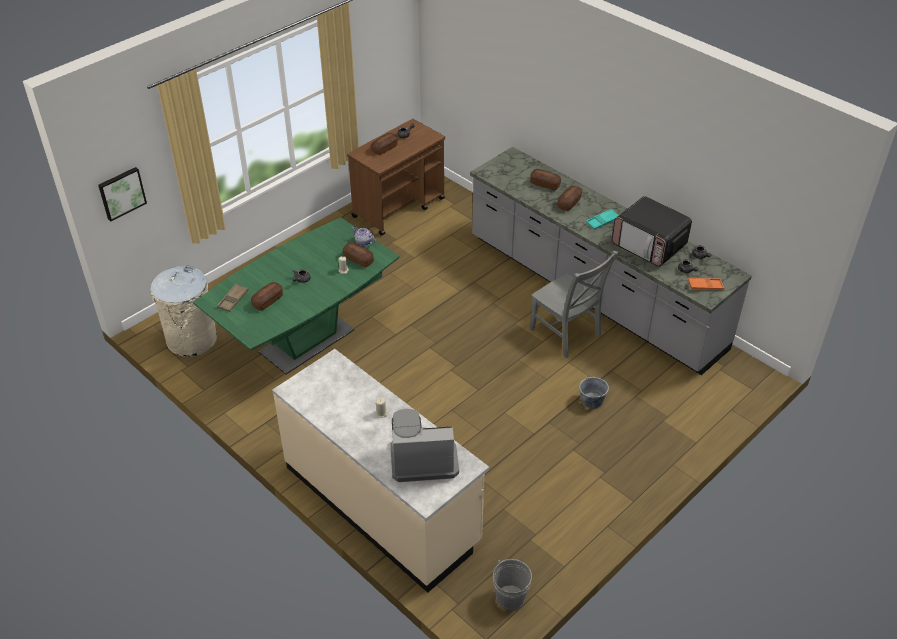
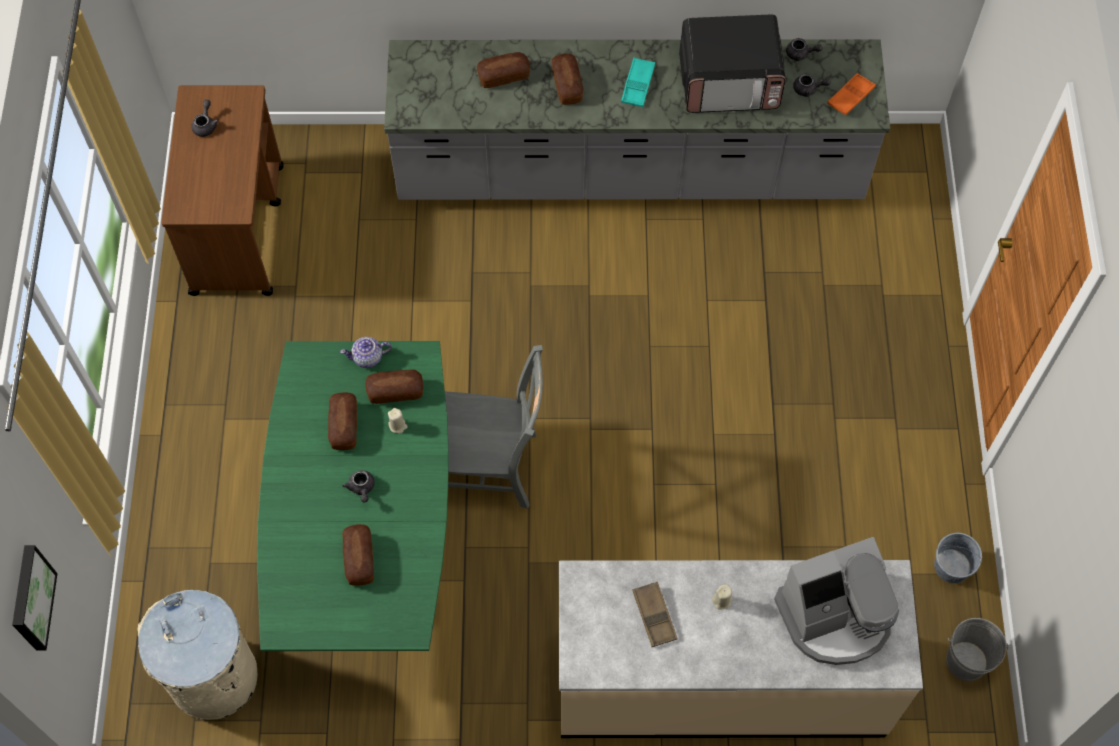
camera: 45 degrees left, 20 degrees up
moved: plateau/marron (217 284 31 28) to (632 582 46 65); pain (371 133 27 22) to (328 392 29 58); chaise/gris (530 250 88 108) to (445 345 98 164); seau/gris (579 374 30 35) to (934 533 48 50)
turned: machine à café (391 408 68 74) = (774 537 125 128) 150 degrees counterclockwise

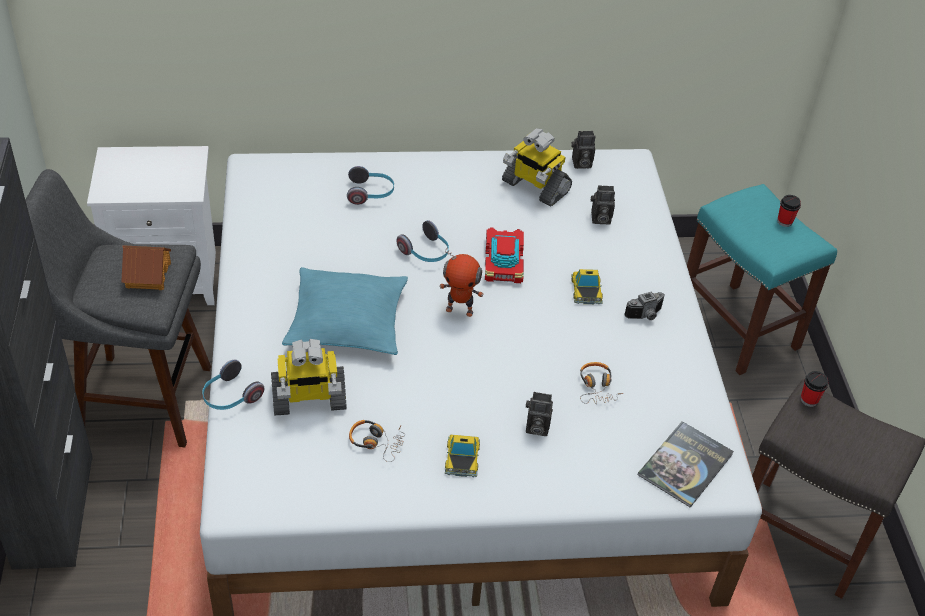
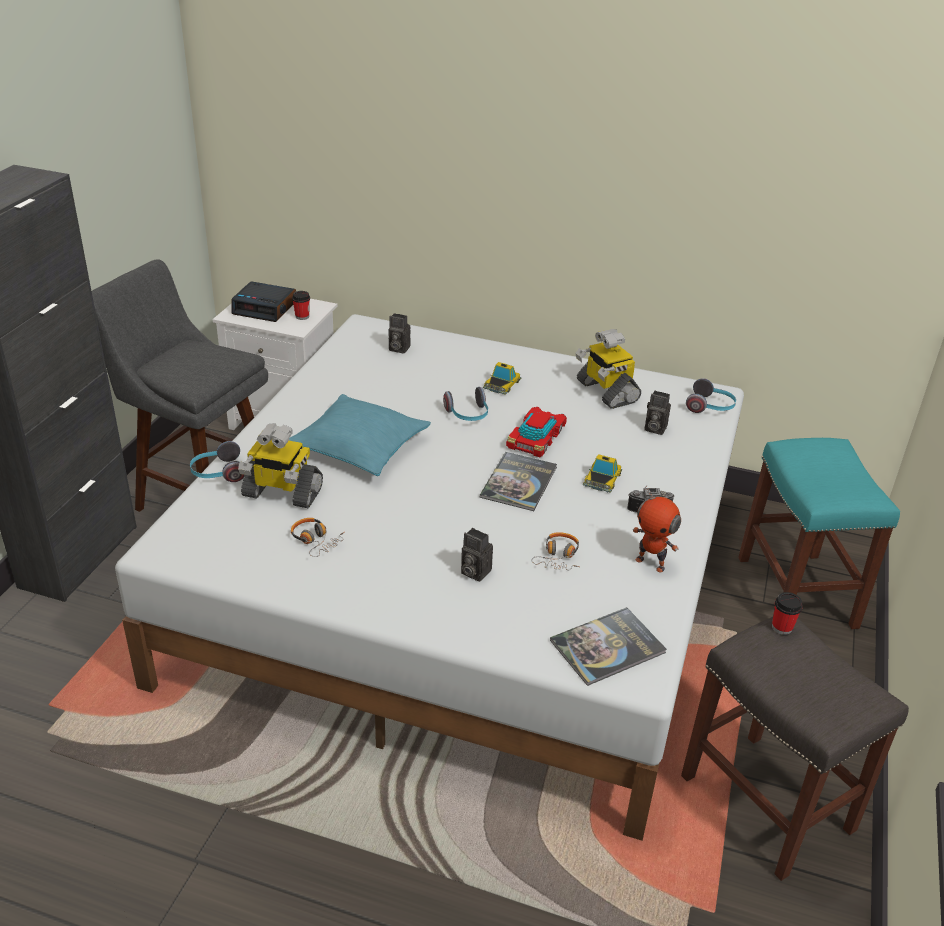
camera: 25 degrees right, 10 degrees down
removed: maison miniature (121 245 50 45)
added: réveil (232 281 64 41); livre (480 452 77 59)
moved: casque audio (347 166 47 39) to (686 378 50 35); robot jouet (439 249 45 68) to (633 485 48 88); petite voiture (445 435 35 42) to (483 362 38 33); appareil photo (571 131 24 38) to (388 313 23 41); tasse (777 195 24 32) to (292 291 18 29)

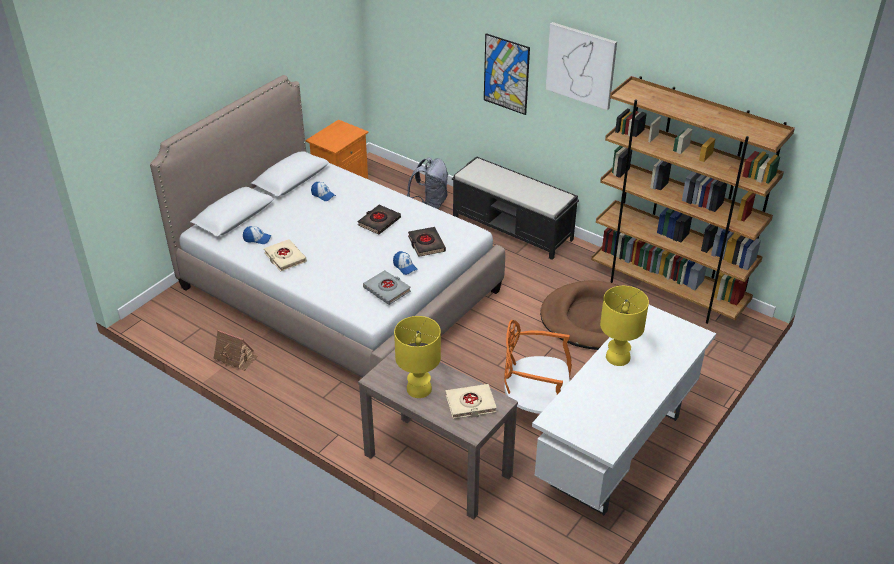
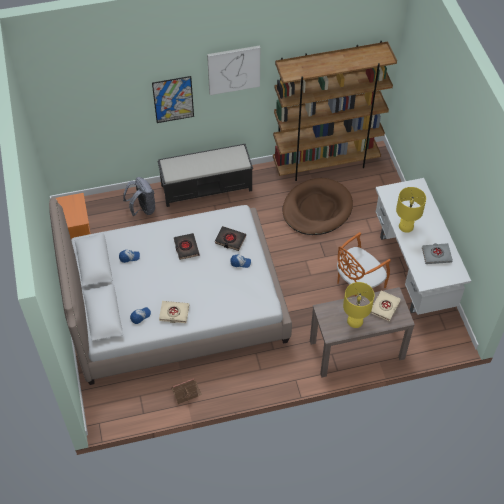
camera: 50 degrees left, 15 degrees up
moved: livre/gris (363 270 48 35) to (422 243 31 21)

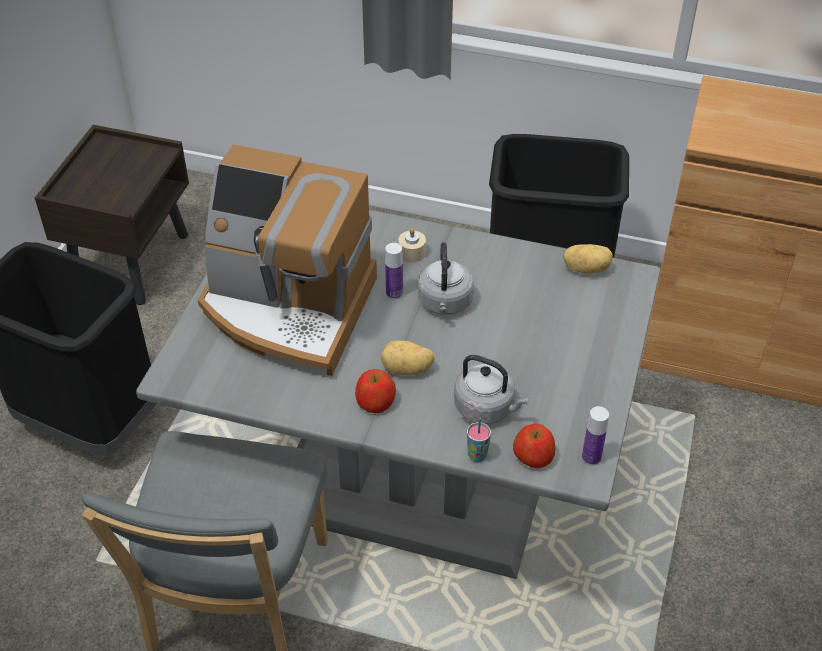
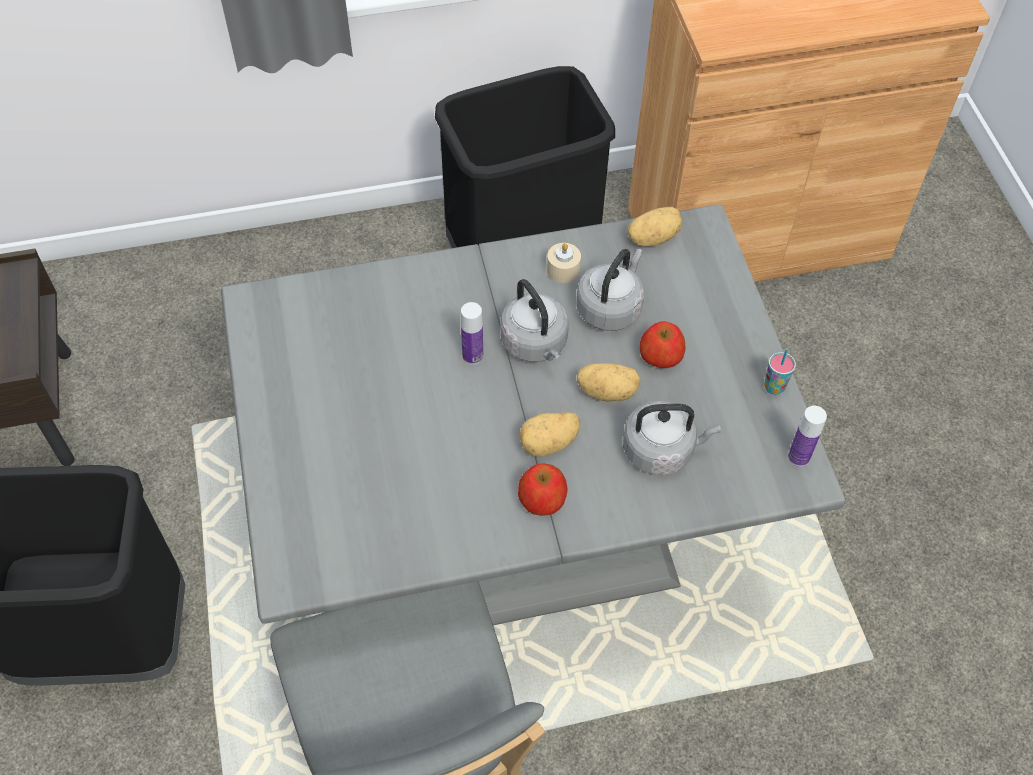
camera: 30 degrees left, 10 degrees up
removed: machine à café (198 144 179 232)
added: bouilloire/gris (577 249 67 82); pomme de terre (577 363 64 38)
moved: bougie/beige (398 228 28 34) to (547 243 34 40); tasse (467 419 24 43) to (764 350 32 45); pomme (513 424 42 44) to (640 321 45 47)

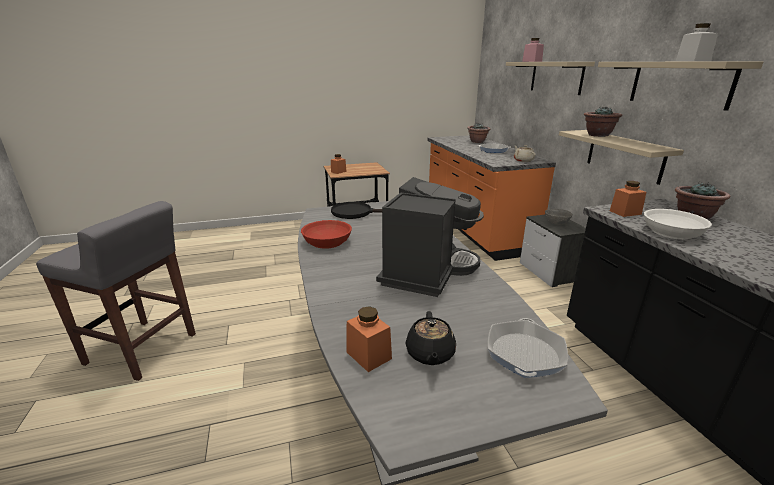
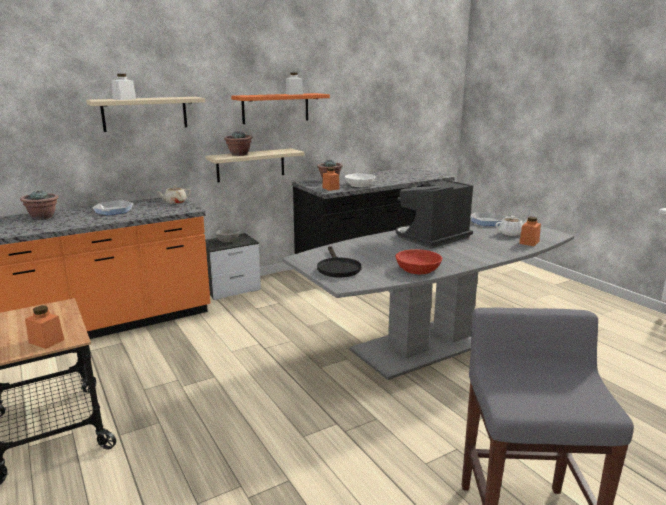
camera: 105 degrees left, 5 degrees down
recoloured: théière/noir (405 311 51 54) to théière/blanc (495 216 33 20); bocal/rose (522 38 22 24) to bocal/blanc (112 74 24 26); étagère/beige (598 61 165 50) to étagère/orange (231 93 99 31)
turned: machine à café (376 177 108 120) = (396 180 77 69) 45 degrees counterclockwise

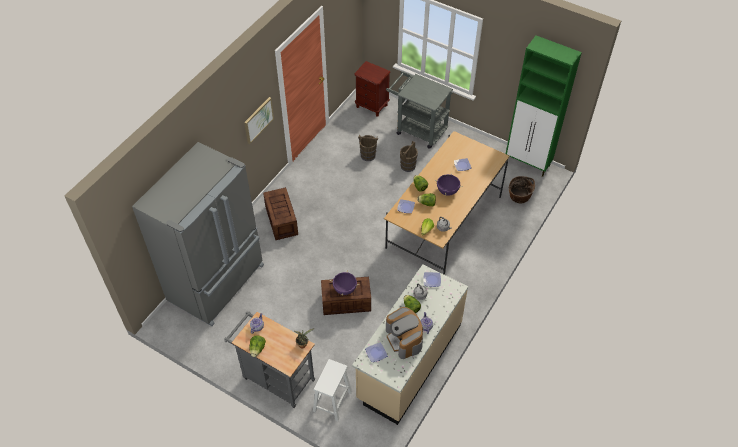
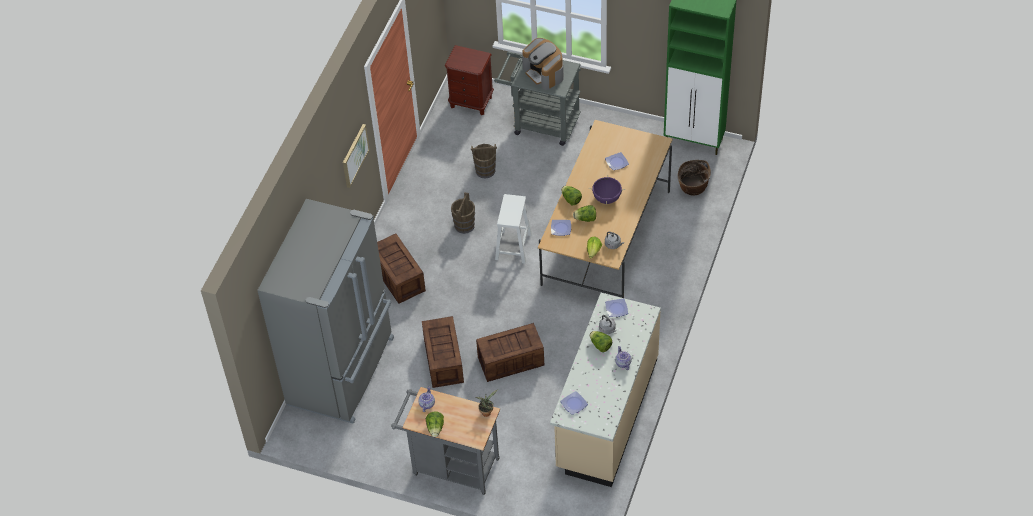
camera: 10 degrees left, 0 degrees up
removed: marmite/violet (330 270 30 26)
added: caisse (422 316 42 72)
moved: tabouret/blanc (313 359 39 62) to (495 194 37 70); machine à café (386 307 37 52) to (522 38 42 52); seau/marron (400 141 18 31) to (451 192 24 42)

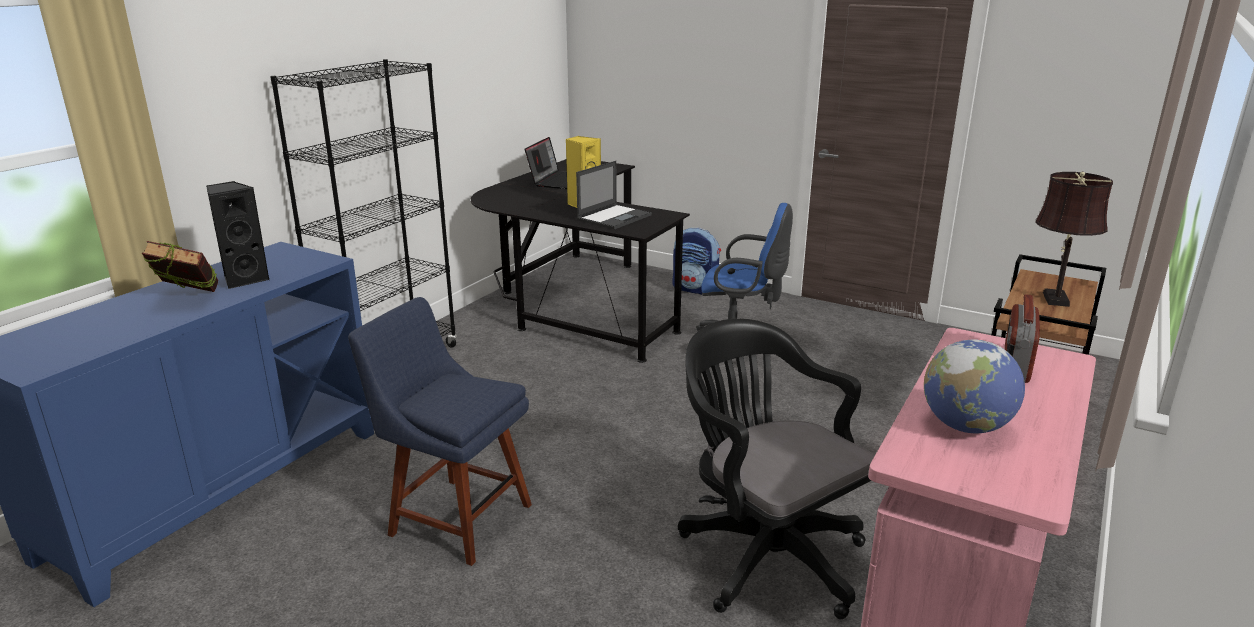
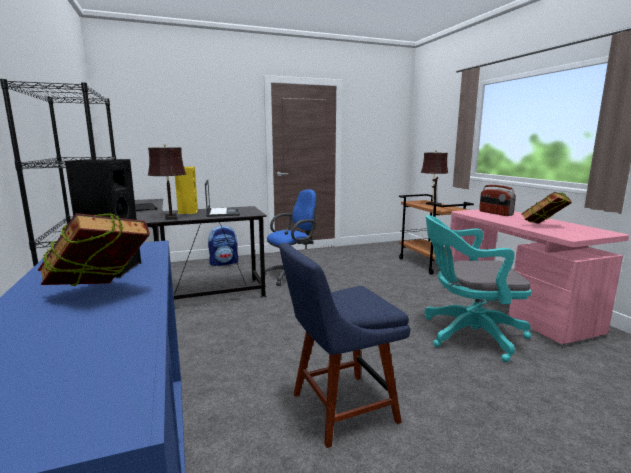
camera: 50 degrees left, 10 degrees down
added: lampe de table/marron (148 144 38 76)
replaced: globe (924 339 101 94) to livre (522 192 50 32)
recoloured: chaise de bureau/noir (678 319 197 300) to chaise de bureau/turquoise (424 215 107 147)

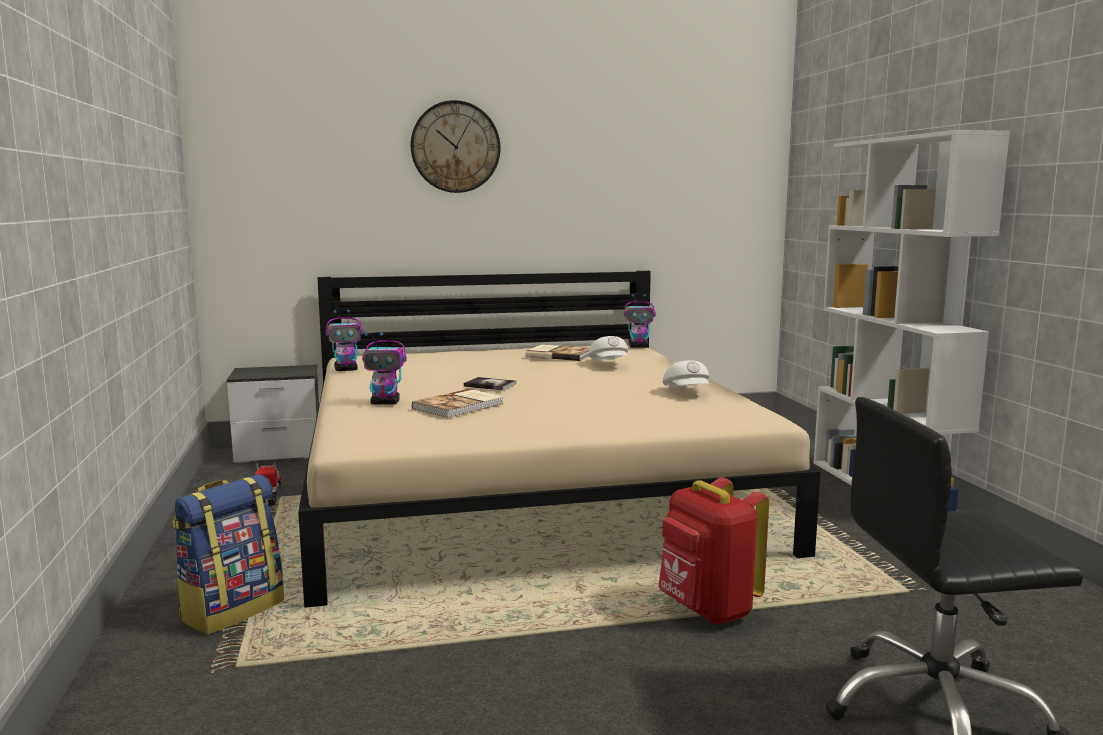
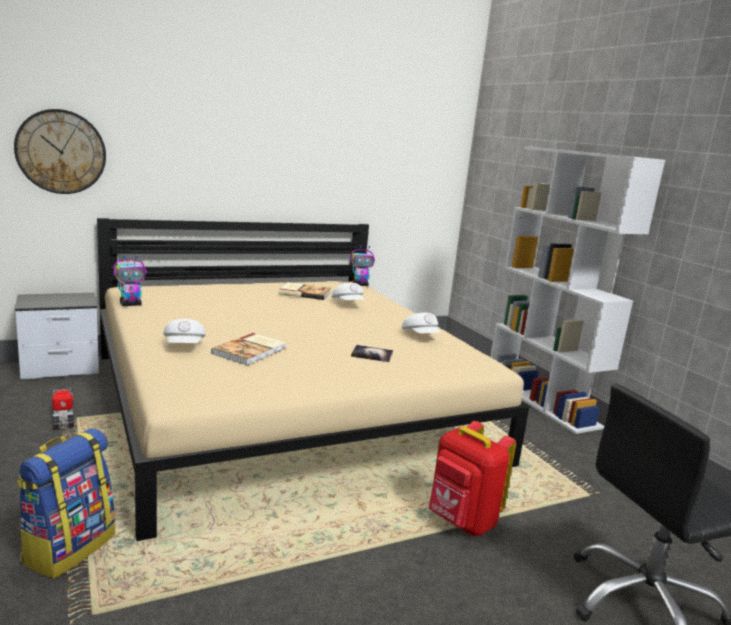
camera: 15 degrees left, 5 degrees up
moved: horloge murale (411 100 89 93) to (14 109 92 85); livre (464 377 52 14) to (351 345 42 17)
replaced: robot jouet (362 332 45 73) to casquette/blanc (163 319 43 24)

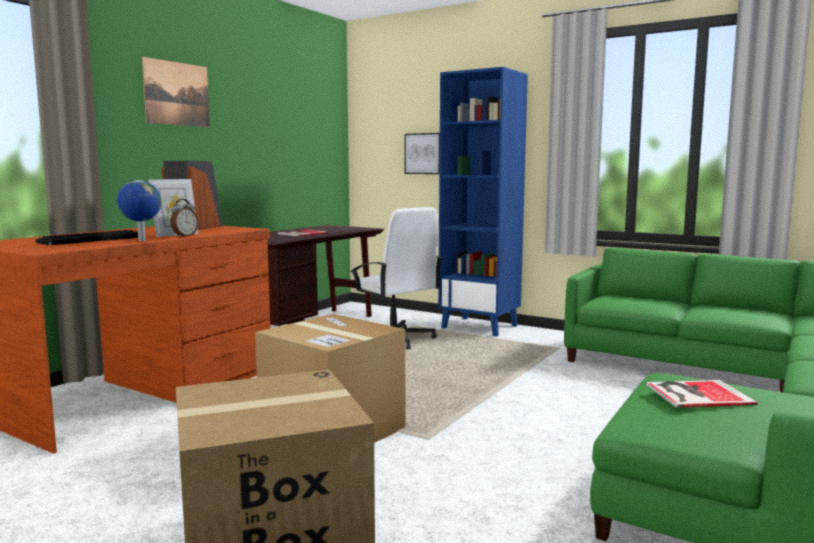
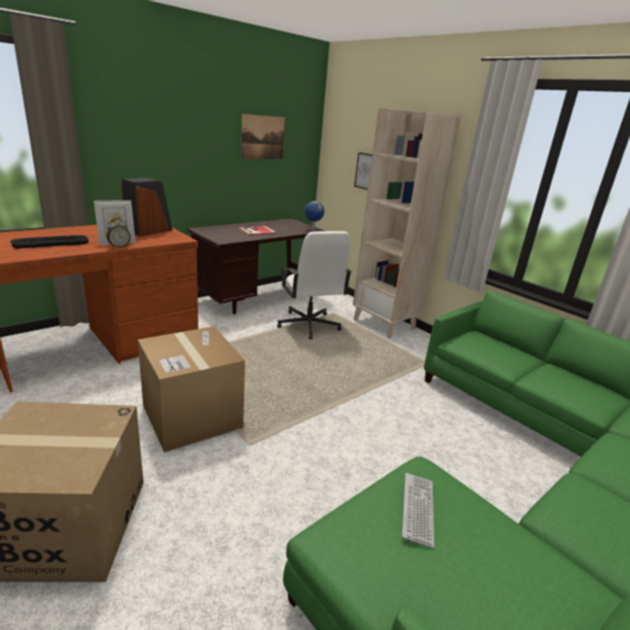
camera: 15 degrees right, 15 degrees up
moved: globe (117 180 44 61) to (305 201 20 30); tableau (142 57 68 70) to (241 114 44 45)
replaced: livre (646 380 111 28) to clavier (402 473 32 75)
recoloured: bibliothèque/bleu (438 67 90 270) to bibliothèque/beige (353 108 108 231)

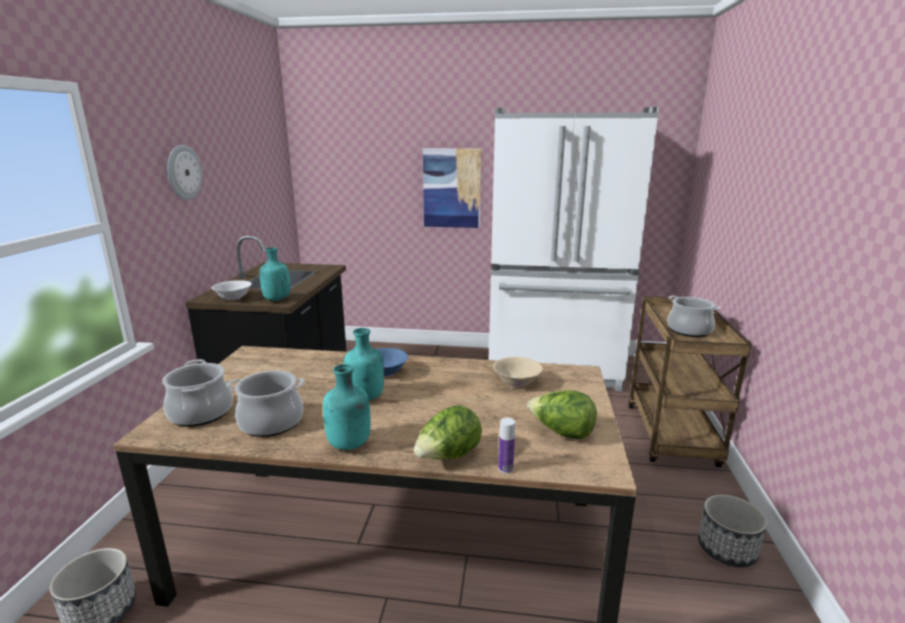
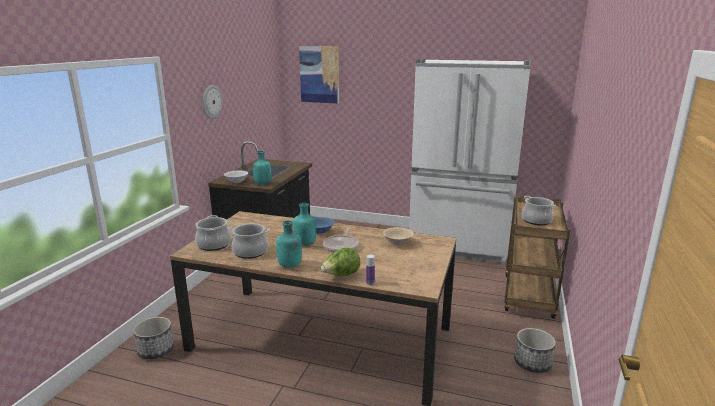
camera: 10 degrees right, 0 degrees up
removed: laitue (527 390 70 49)
added: poêle (323 227 36 25)
moved: tableau (423 148 58 80) to (299 46 40 57)

